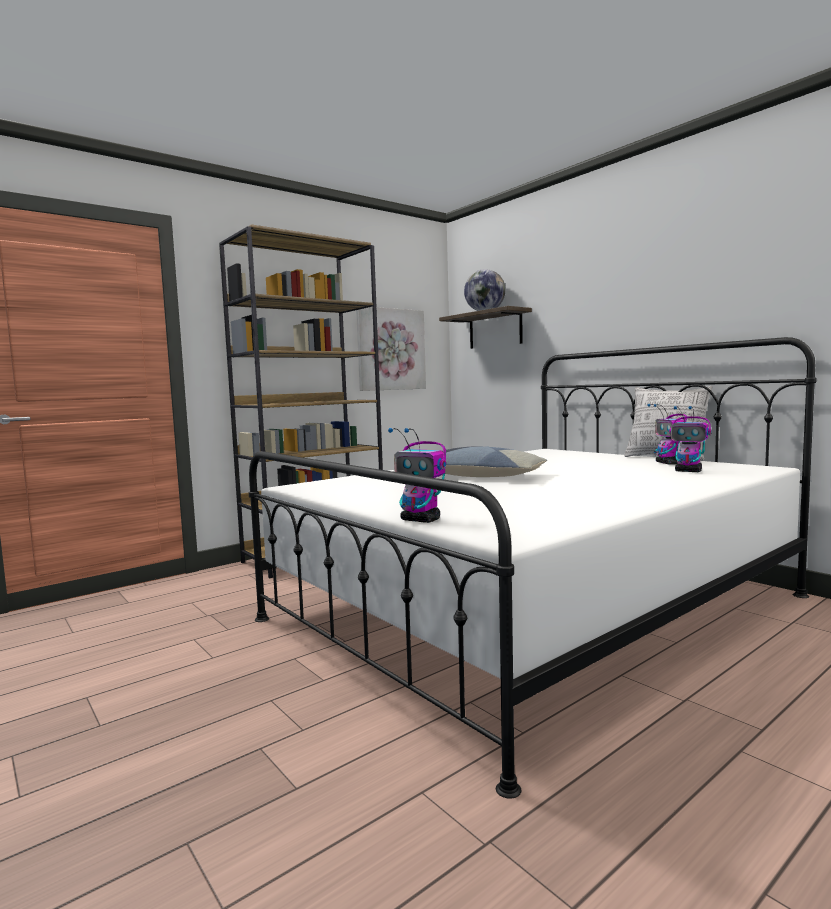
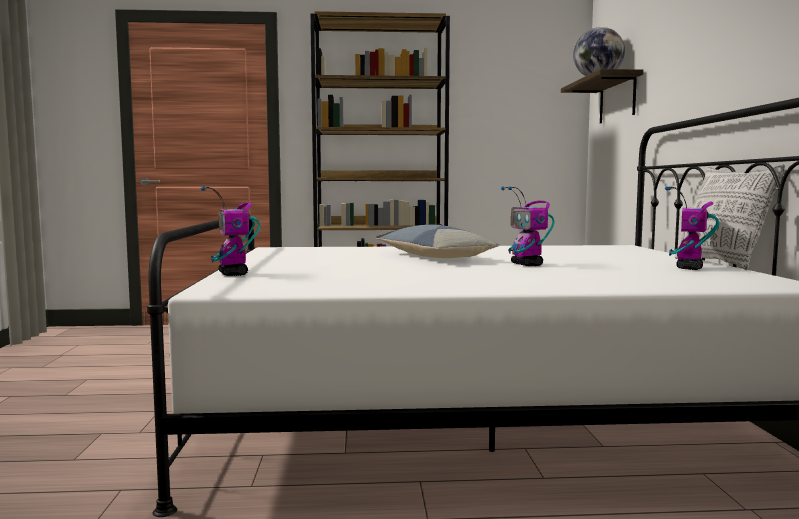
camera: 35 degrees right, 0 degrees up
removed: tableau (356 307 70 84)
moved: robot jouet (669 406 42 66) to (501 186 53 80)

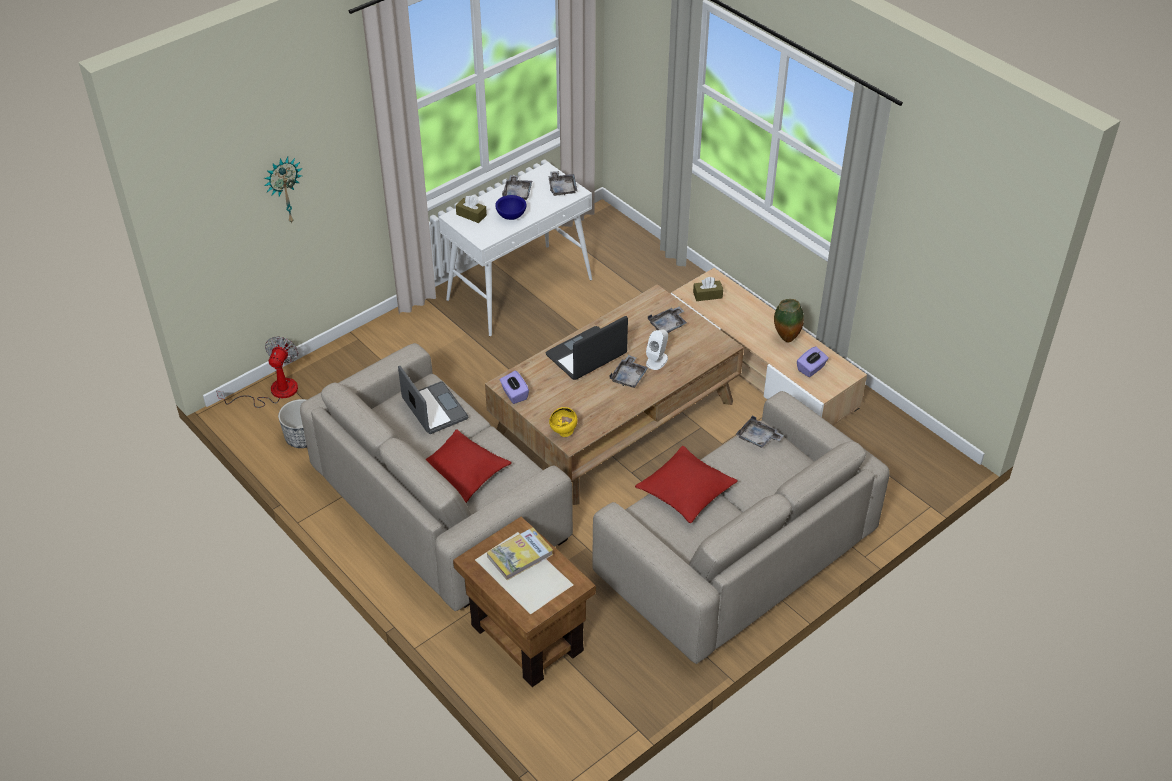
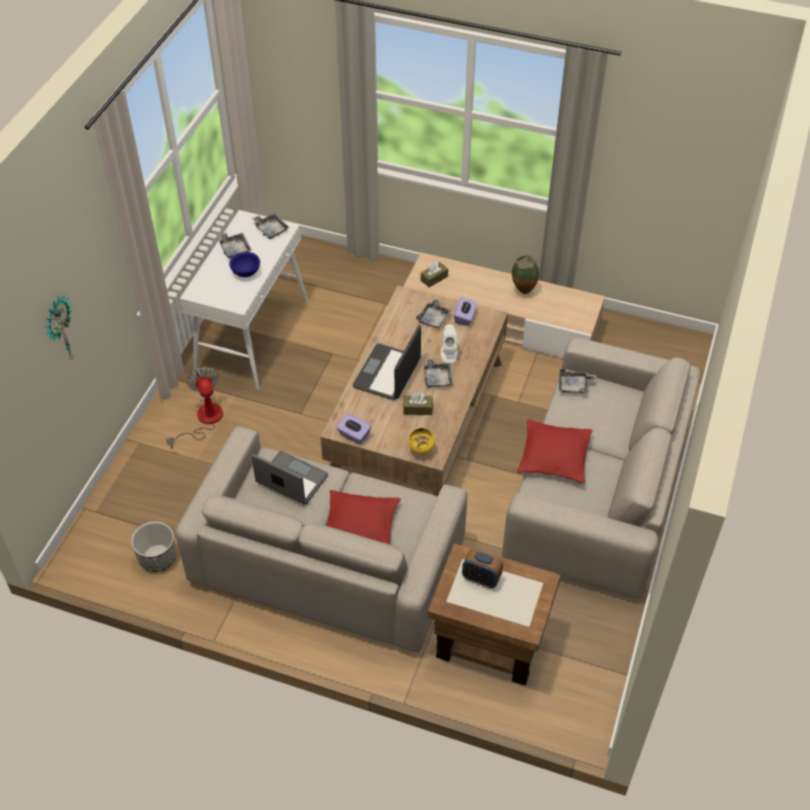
camera: 30 degrees left, 5 degrees up
moved: ventilateur (216 336 82 72) to (166 367 57 81); boîte à mouchoirs/marron (456 196 31 27) to (403 392 30 23); boîte à mouchoirs/violet (797 346 32 31) to (454 296 23 30)
replaced: livre (487 527 66 53) to réveil (462 549 41 39)

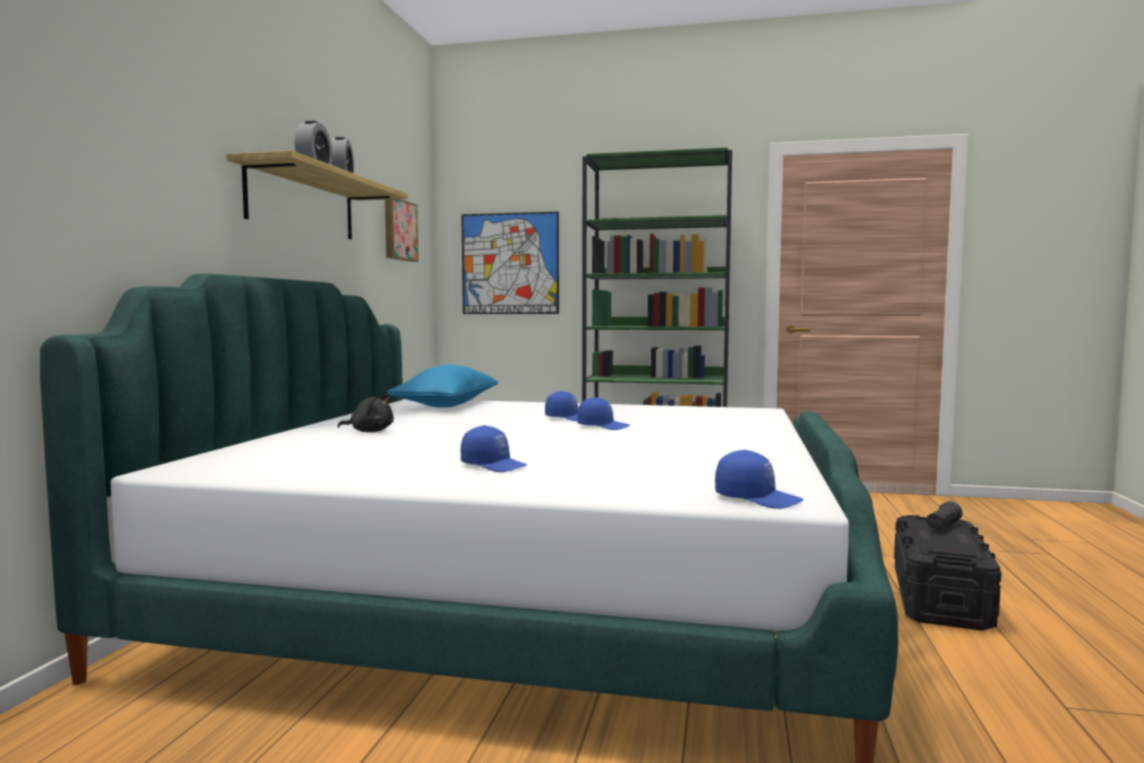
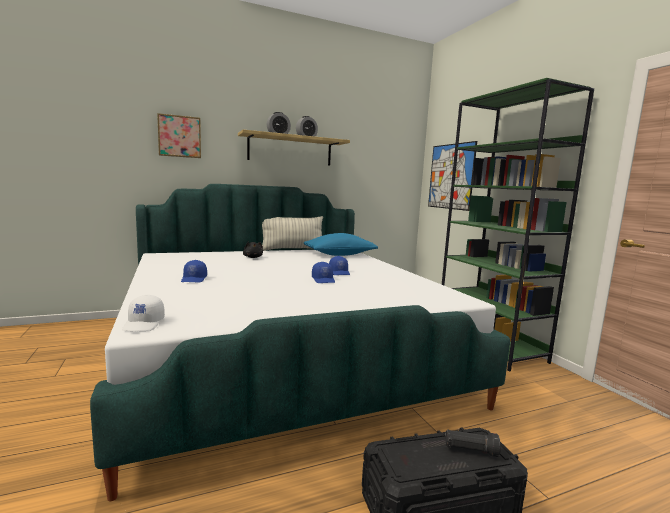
camera: 55 degrees right, 5 degrees up
added: coussin (262 216 61 35)
moved: tableau (385 199 33 63) to (157 113 44 45)
recoloured: casquette/bleu (715 450 88 59) to casquette/blanc (122 295 43 36)

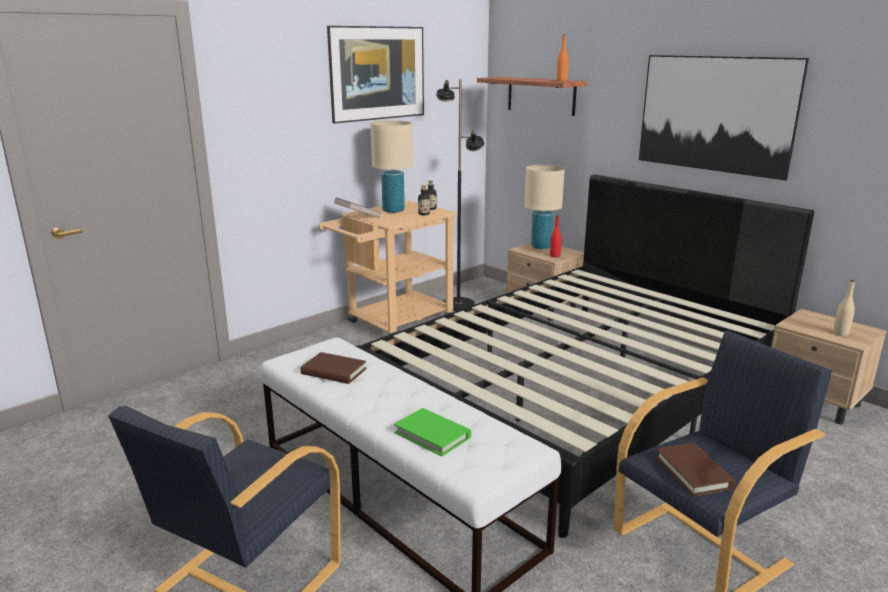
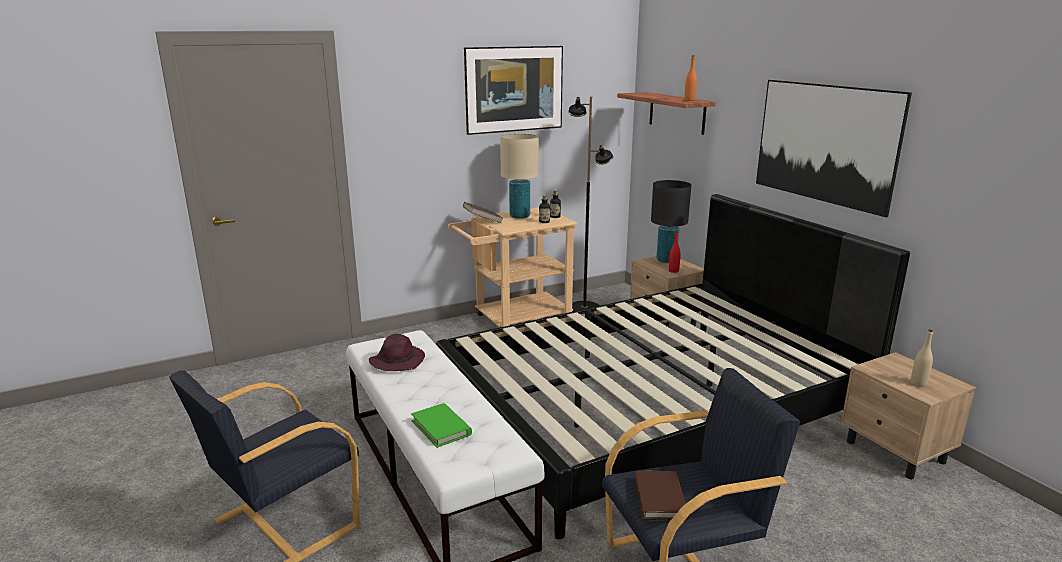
camera: 15 degrees right, 0 degrees up
replaced: livre/marron (301 352 66 32) to chapeau/violet (369 334 56 37)
recoloured: lampe de table/beige (525 165 40 84) to lampe de table/noir (651 180 40 83)

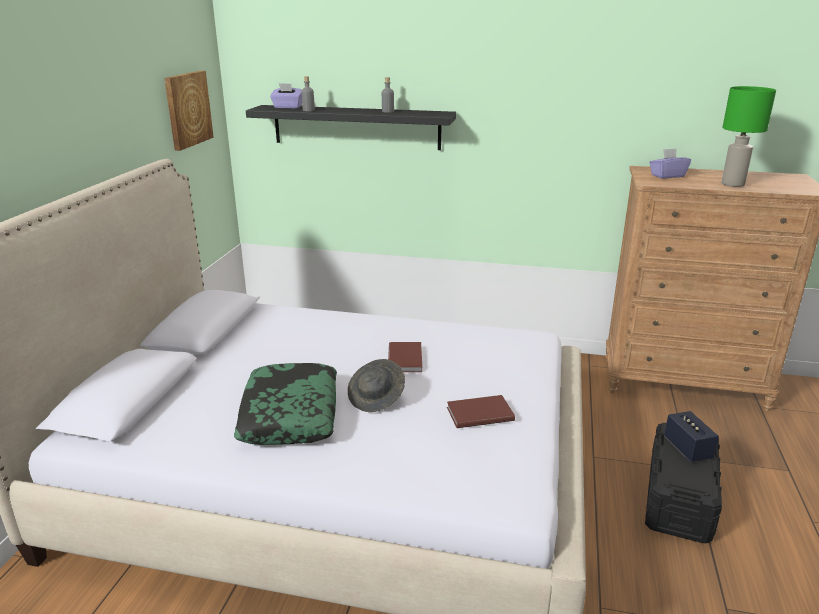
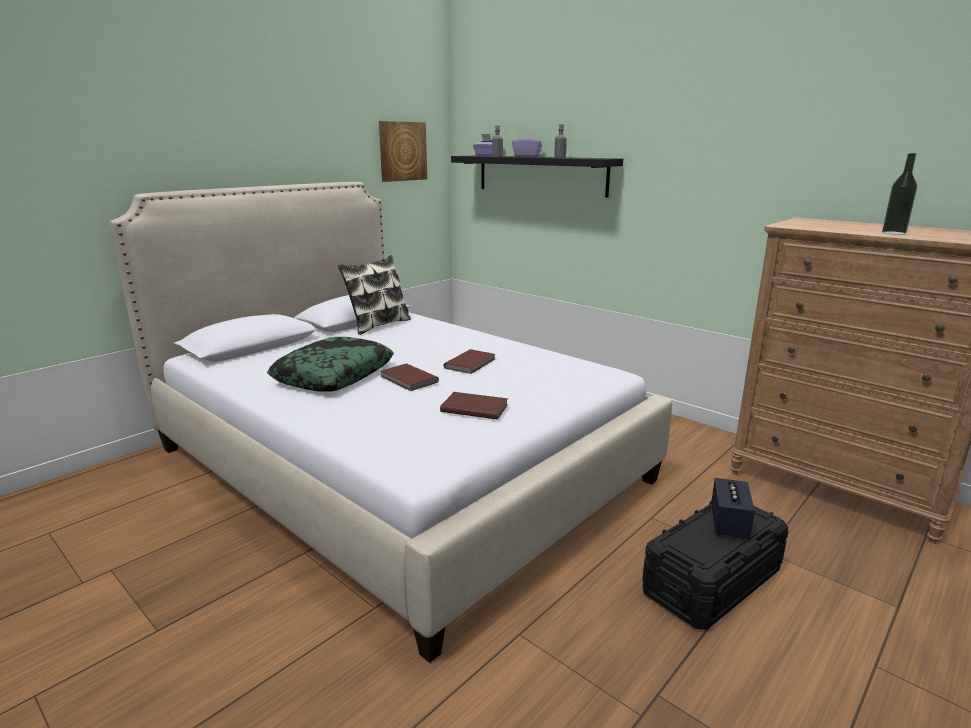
camera: 30 degrees right, 5 degrees down
added: coussin (338 255 73 80)
moved: boîte à mouchoirs/violet (649 148 42 31) to (512 133 30 24)
replaced: chapeau/gris (348 359 57 53) to livre/marron (380 363 59 28); lampe de table/vert (721 86 55 101) to bouteille (882 153 35 82)

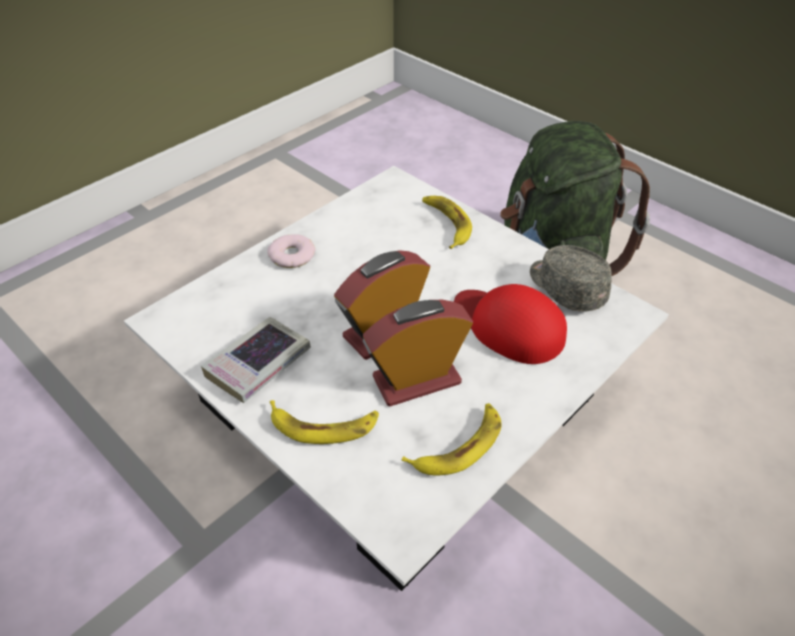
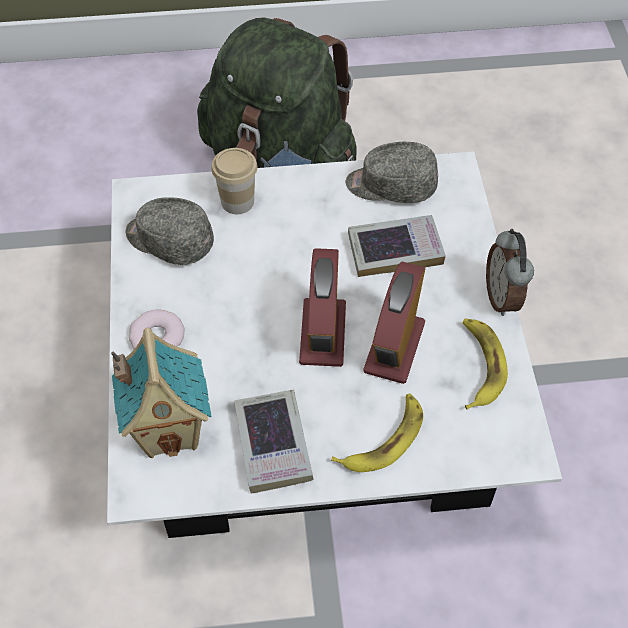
camera: 50 degrees left, 10 degrees up
added: maison miniature (111 328 101 130); casquette/gris (126 197 88 68); réveil (486 229 48 87)
replaced: banane (422 196 50 53) to tasse (211 148 46 66); casquette/rouge (454 284 113 80) to livre (348 215 98 62)

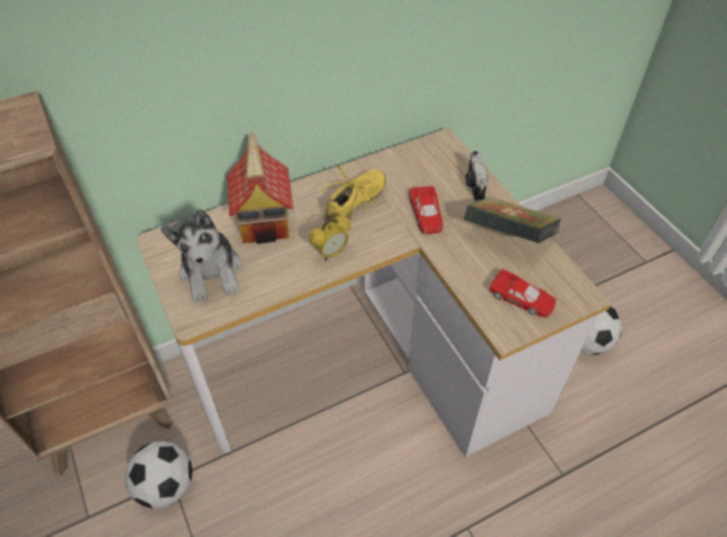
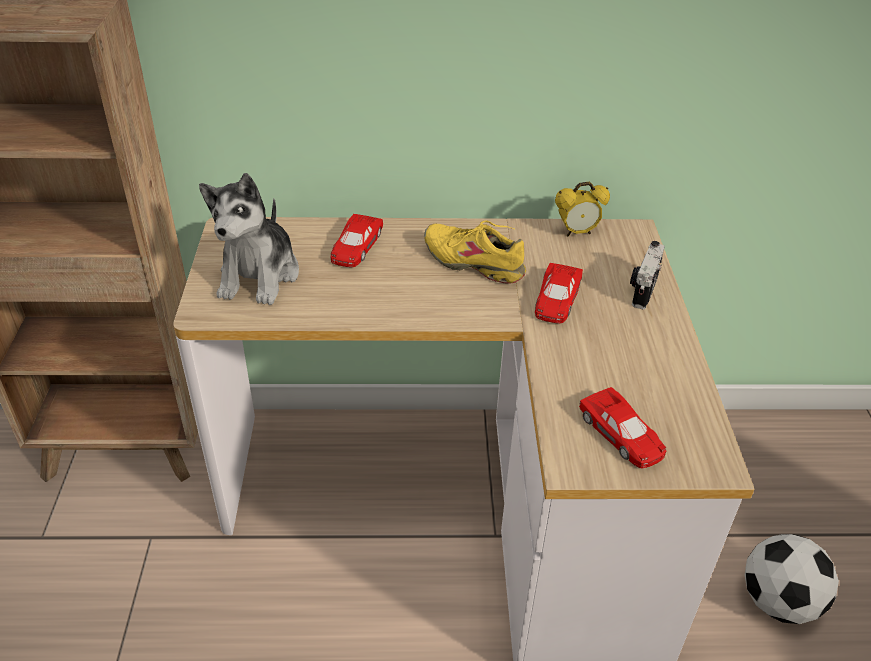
camera: 25 degrees right, 10 degrees down
removed: ballon de foot (125 441 68 68); livre (464 197 97 47)
moved: réveil (309 215 42 45) to (555 182 55 54)
replaced: maison miniature (227 132 66 112) to petite voiture/rouge (331 214 52 53)
turned: chaussure/jaune (320 165 66 57) = (424 221 102 63) 120 degrees counterclockwise

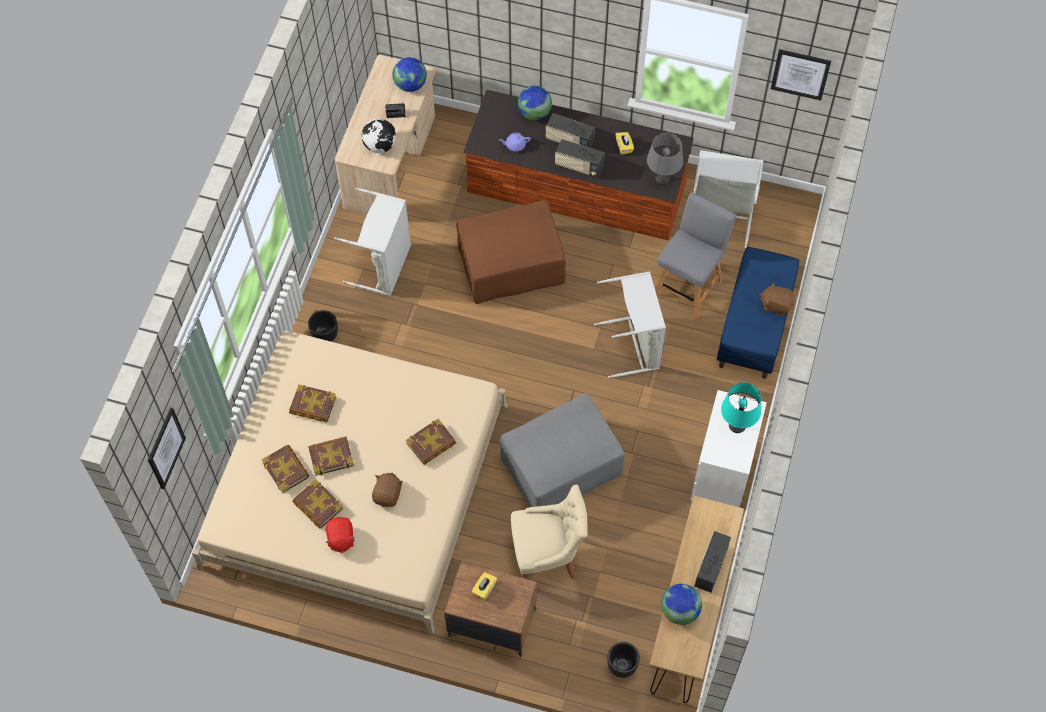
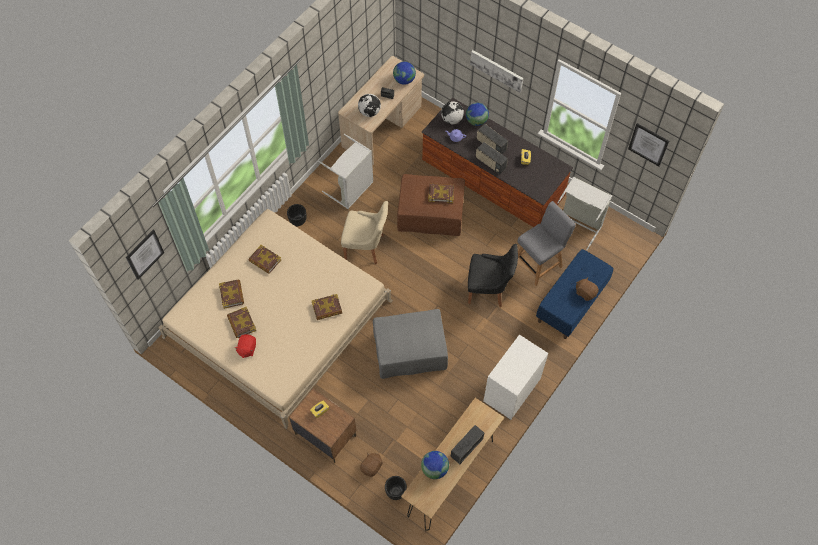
camera: 20 degrees right, 0 degrees up
removed: lampe de table/gris (647 133 36 52); lampe de table/turquoise (721 382 40 51)
added: globe (441 101 23 23); tableau (470 50 54 43)
moved: livre (308 436 46 40) to (428 183 26 20); peluche/marron (372 473 31 34) to (360 452 23 25); chaise/beige (511 485 77 94) to (341 201 47 63)
replaced: panier à linge/gris (594 271 72 107) to chaise/noir (468 244 50 63)

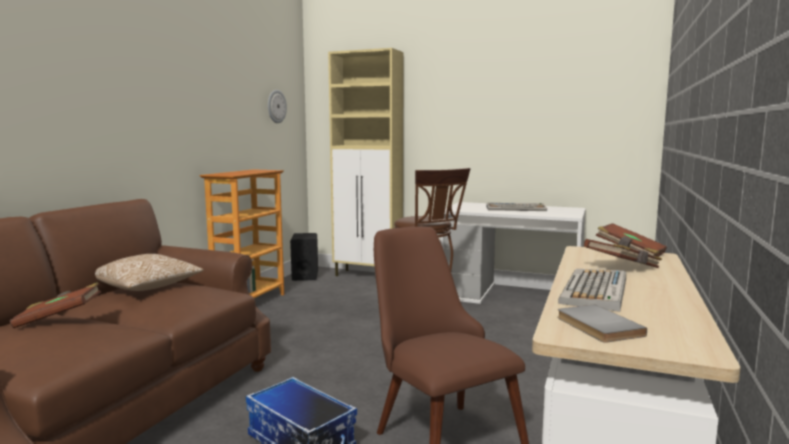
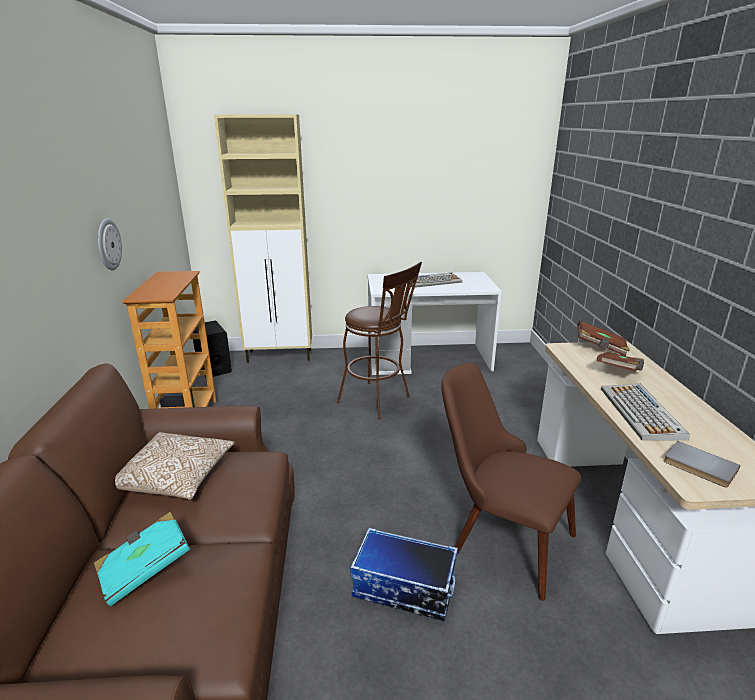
camera: 25 degrees left, 15 degrees up
moved: horloge murale (268 90 19 33) to (98 218 24 52)
recoloured: livre/marron (10 282 91 46) to livre/turquoise (94 512 97 94)

